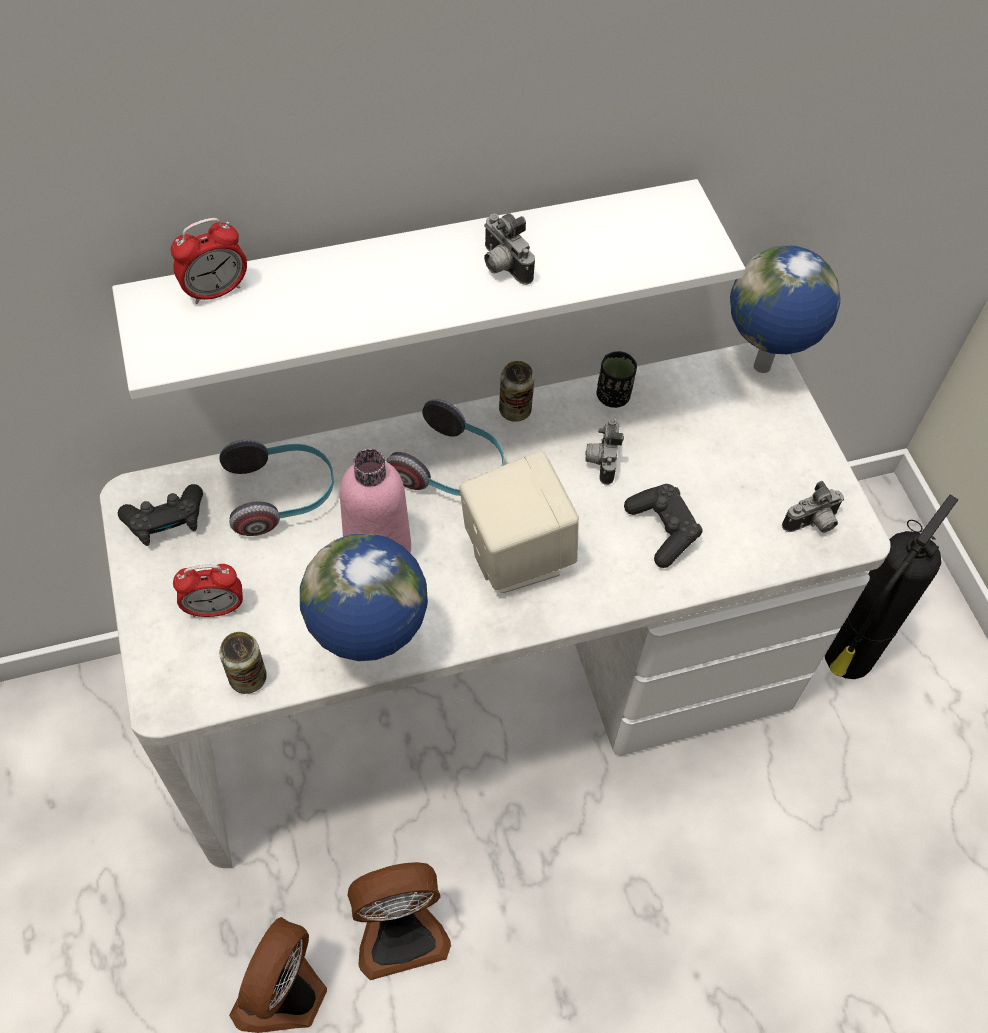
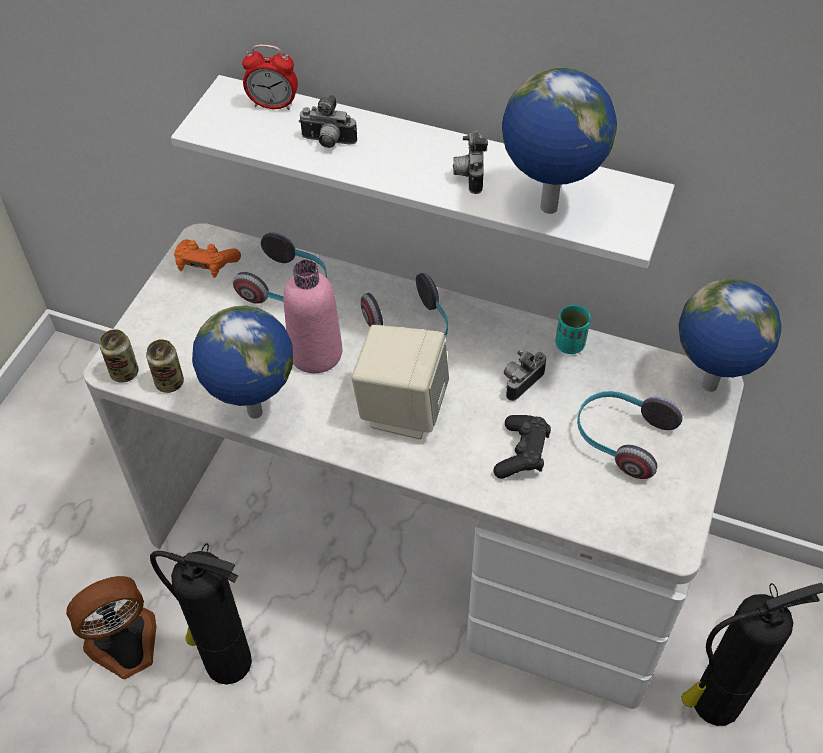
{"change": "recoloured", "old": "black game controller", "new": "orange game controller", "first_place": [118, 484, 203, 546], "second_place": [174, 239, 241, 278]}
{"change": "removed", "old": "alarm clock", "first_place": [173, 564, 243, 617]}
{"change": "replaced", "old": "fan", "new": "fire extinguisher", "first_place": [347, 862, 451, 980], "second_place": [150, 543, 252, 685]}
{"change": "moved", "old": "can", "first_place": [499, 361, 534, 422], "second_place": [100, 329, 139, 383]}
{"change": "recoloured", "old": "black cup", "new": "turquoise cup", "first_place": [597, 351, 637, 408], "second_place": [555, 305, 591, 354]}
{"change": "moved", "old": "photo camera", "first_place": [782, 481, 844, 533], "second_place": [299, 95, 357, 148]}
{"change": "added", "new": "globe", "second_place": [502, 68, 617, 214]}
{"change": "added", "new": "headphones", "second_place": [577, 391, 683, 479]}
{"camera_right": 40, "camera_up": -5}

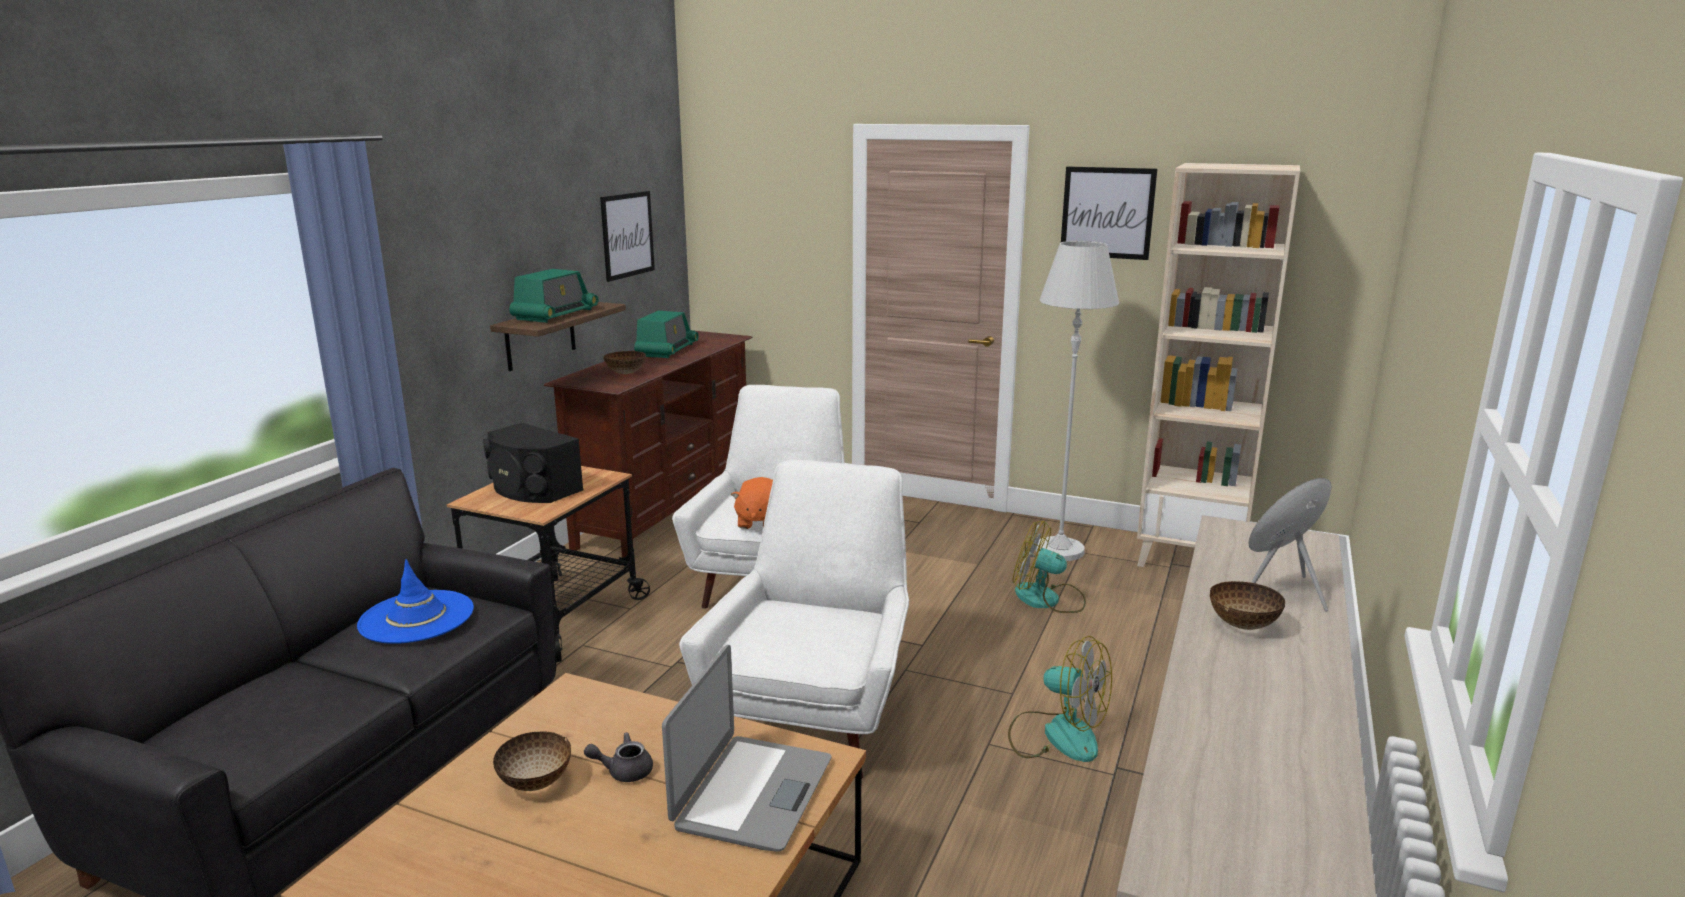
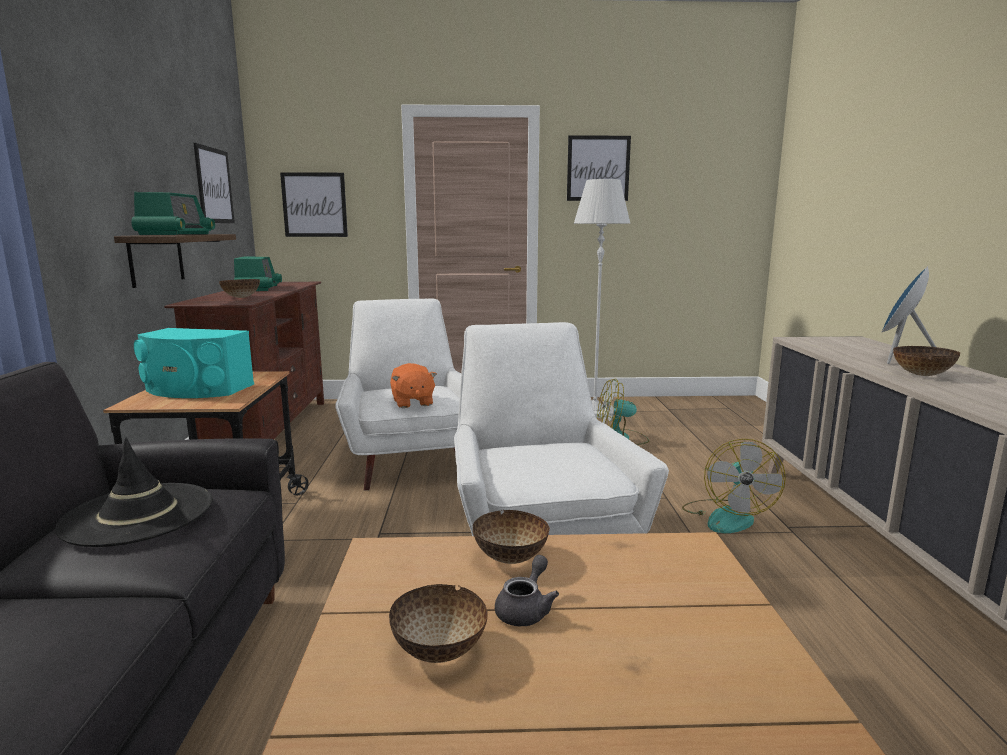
{"change": "recoloured", "old": "blue hat", "new": "black hat", "first_place": [357, 559, 474, 644], "second_place": [55, 438, 213, 547]}
{"change": "recoloured", "old": "black speaker", "new": "turquoise speaker", "first_place": [483, 423, 583, 503], "second_place": [134, 328, 254, 398]}
{"change": "turned", "old": "grey teapot", "first_place": [584, 732, 653, 782], "second_place": [495, 555, 559, 626], "degrees": 150}
{"change": "removed", "old": "laptop", "first_place": [662, 645, 831, 852]}
{"change": "turned", "old": "fan", "first_place": [1008, 636, 1112, 762], "second_place": [682, 439, 786, 533], "degrees": 90}
{"change": "removed", "old": "beige bookcase", "first_place": [1137, 163, 1300, 567]}
{"change": "added", "new": "picture", "second_place": [280, 172, 348, 237]}
{"change": "added", "new": "bowl", "second_place": [473, 510, 550, 564]}
{"camera_right": -25, "camera_up": -5}

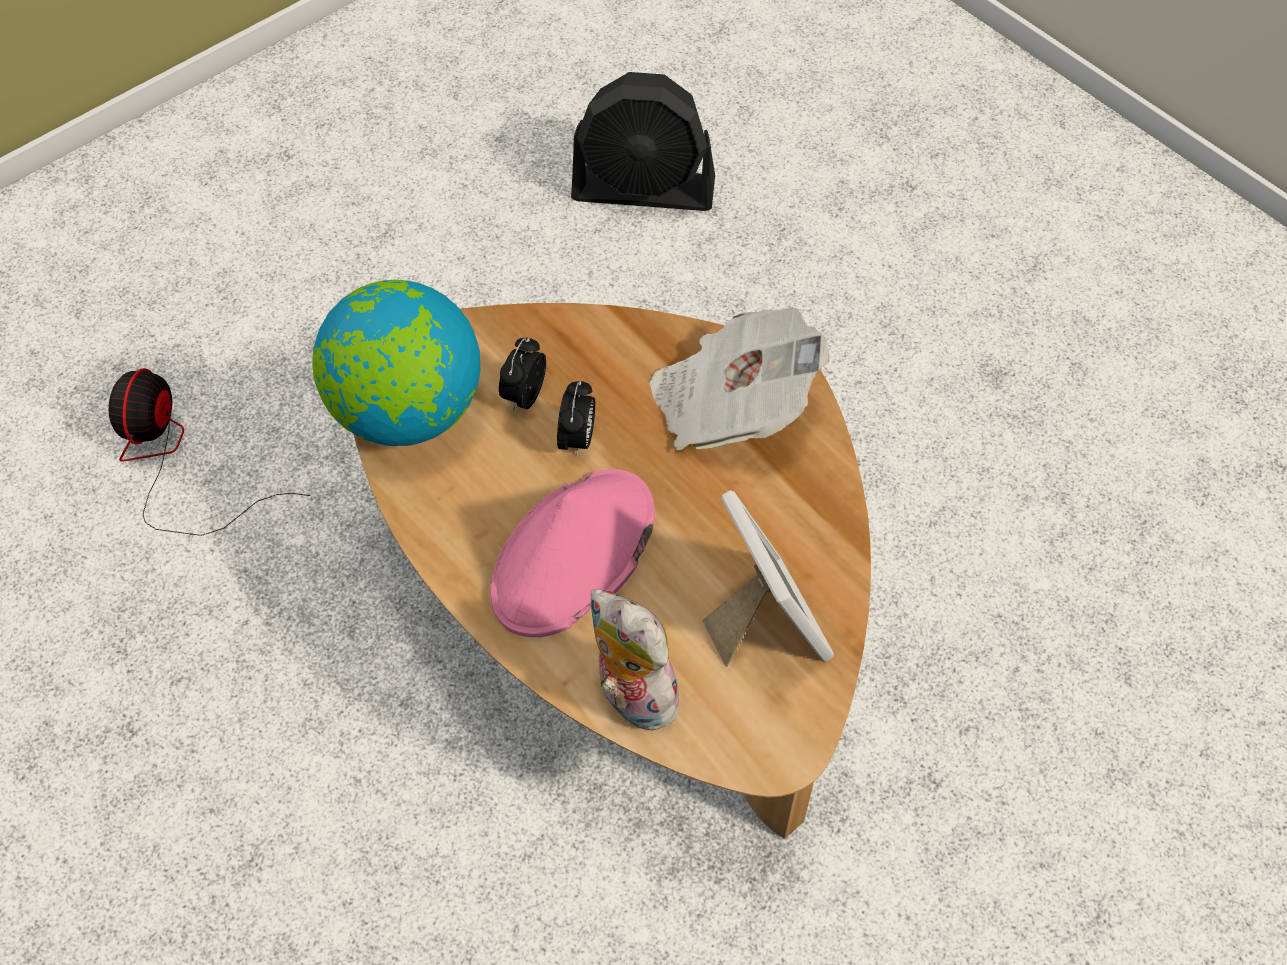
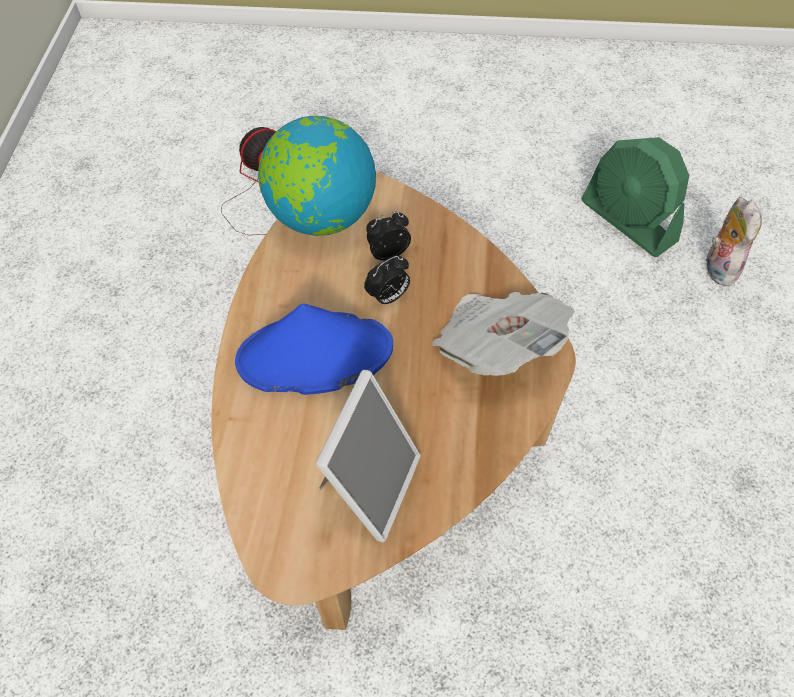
{"change": "recoloured", "old": "pink hat", "new": "blue hat", "first_place": [490, 469, 655, 637], "second_place": [235, 304, 393, 395]}
{"change": "recoloured", "old": "black fan", "new": "green fan", "first_place": [571, 72, 715, 211], "second_place": [582, 137, 689, 257]}
{"change": "moved", "old": "plush toy", "first_place": [590, 589, 686, 731], "second_place": [706, 197, 762, 286]}
{"camera_right": 45, "camera_up": 0}

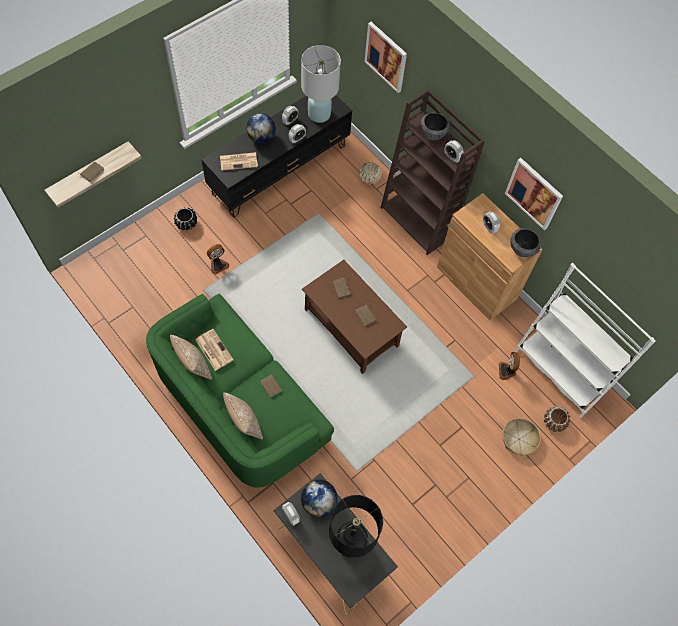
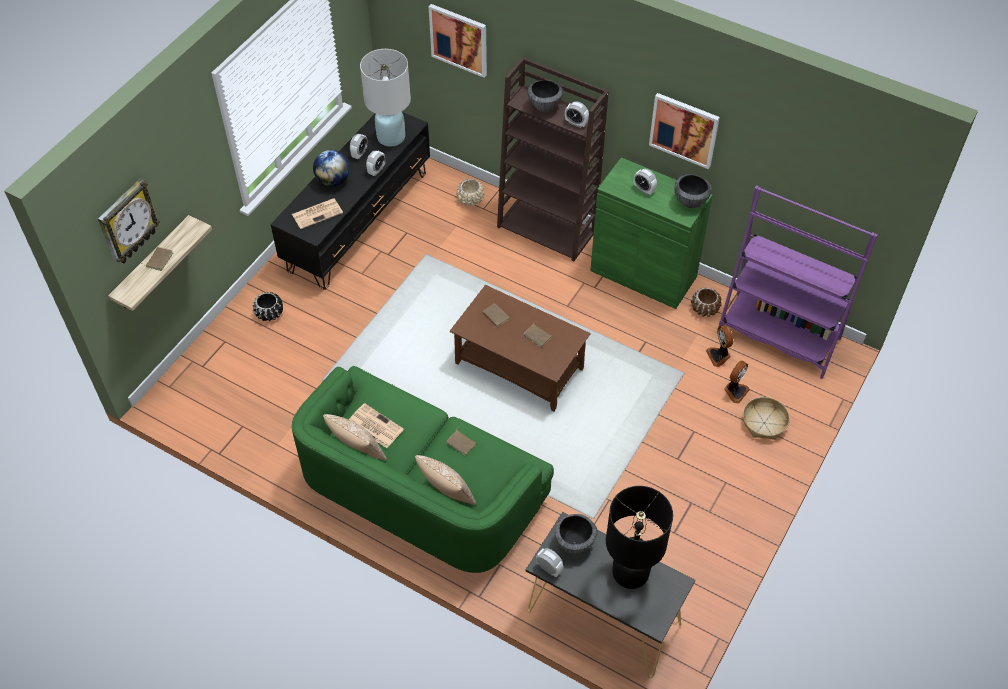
{"change": "moved", "old": "fan", "first_place": [207, 244, 229, 274], "second_place": [724, 361, 750, 403]}
{"change": "replaced", "old": "globe", "new": "bowl", "first_place": [301, 479, 337, 517], "second_place": [555, 514, 598, 553]}
{"change": "recoloured", "old": "brown cabinet", "new": "green cabinet", "first_place": [437, 193, 543, 320], "second_place": [590, 157, 713, 309]}
{"change": "recoloured", "old": "white bookcase", "new": "purple bookcase", "first_place": [514, 263, 656, 418], "second_place": [719, 185, 878, 379]}
{"change": "moved", "old": "brown planter", "first_place": [544, 406, 570, 432], "second_place": [691, 287, 722, 317]}
{"change": "added", "new": "wall clock", "second_place": [98, 178, 160, 264]}
{"camera_right": -15, "camera_up": -10}

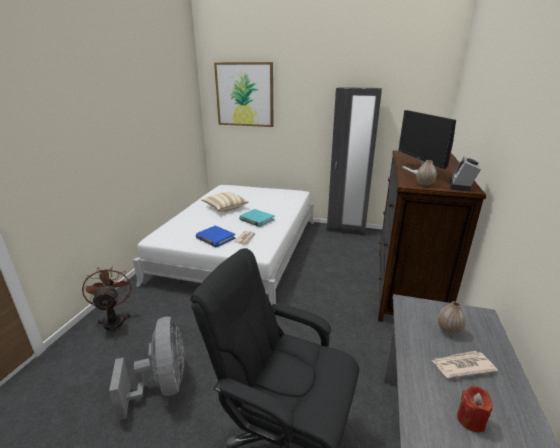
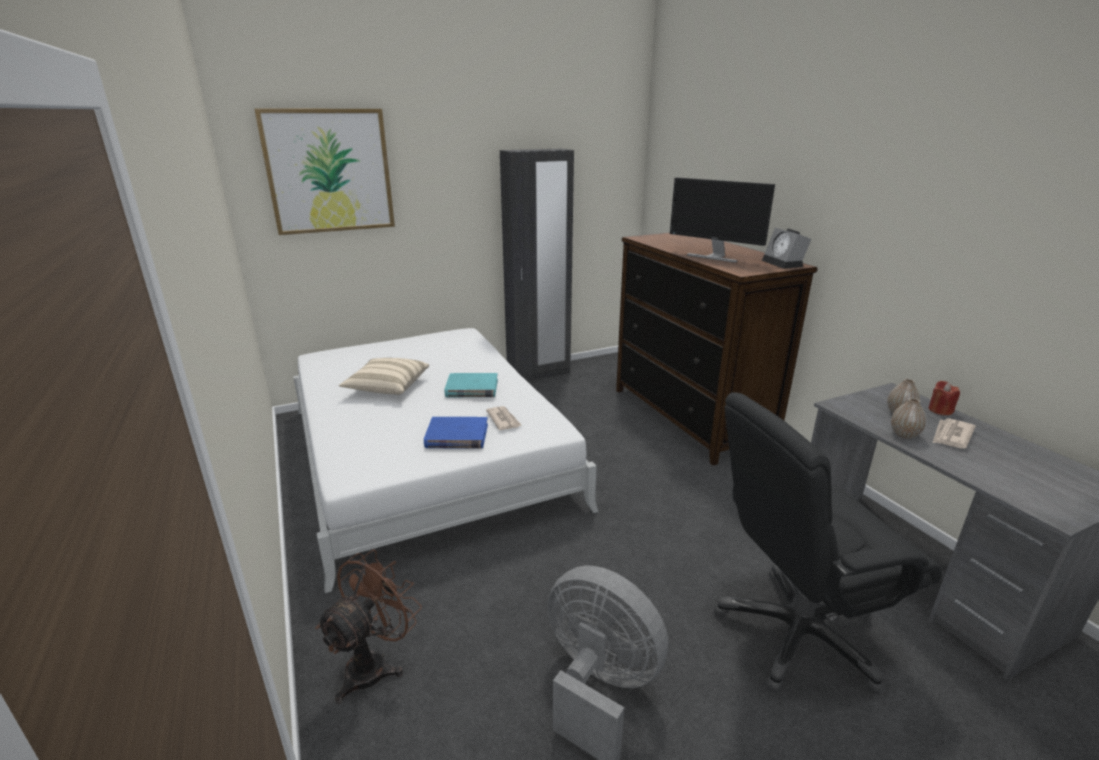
{"change": "turned", "old": "brown fan", "first_place": [82, 266, 131, 337], "second_place": [315, 550, 422, 704], "degrees": 90}
{"change": "moved", "old": "vase", "first_place": [417, 160, 437, 186], "second_place": [891, 398, 926, 439]}
{"change": "moved", "old": "red candle", "first_place": [457, 386, 493, 432], "second_place": [928, 381, 960, 415]}
{"camera_right": -40, "camera_up": 0}

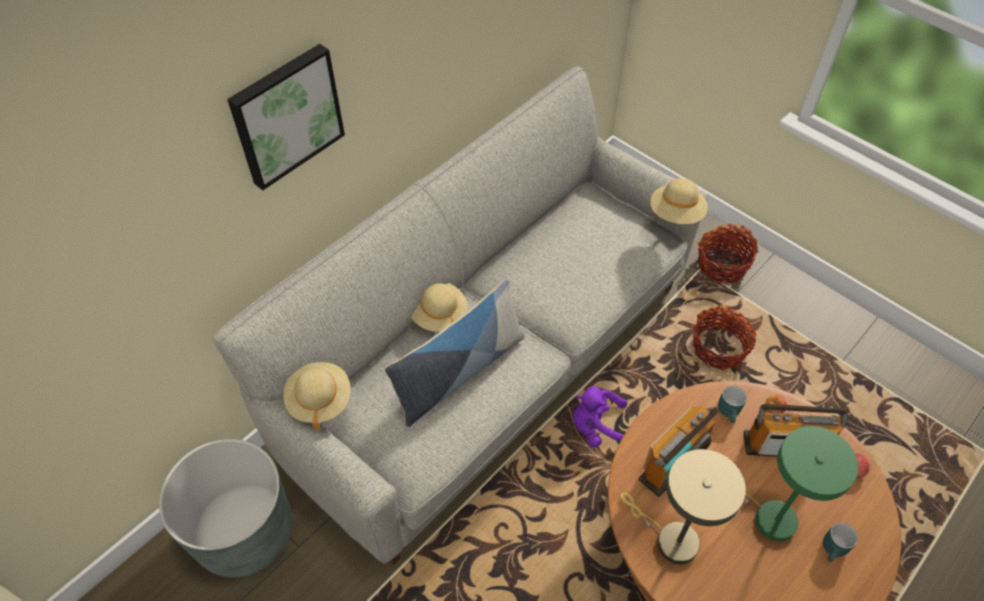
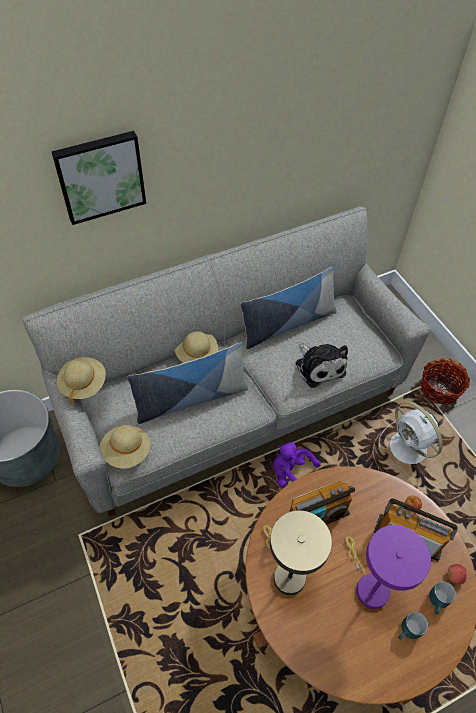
{"change": "moved", "old": "beige hat", "first_place": [650, 178, 708, 224], "second_place": [99, 425, 151, 468]}
{"change": "replaced", "old": "basket", "new": "white fan", "first_place": [693, 305, 756, 370], "second_place": [379, 401, 443, 464]}
{"change": "moved", "old": "turquoise mug", "first_place": [718, 385, 747, 423], "second_place": [429, 581, 456, 615]}
{"change": "recoloured", "old": "green table lamp", "new": "purple table lamp", "first_place": [745, 426, 858, 541], "second_place": [346, 525, 431, 609]}
{"change": "added", "new": "pillow", "second_place": [240, 267, 337, 349]}
{"change": "added", "new": "plush toy", "second_place": [296, 343, 348, 388]}
{"camera_right": 20, "camera_up": 0}

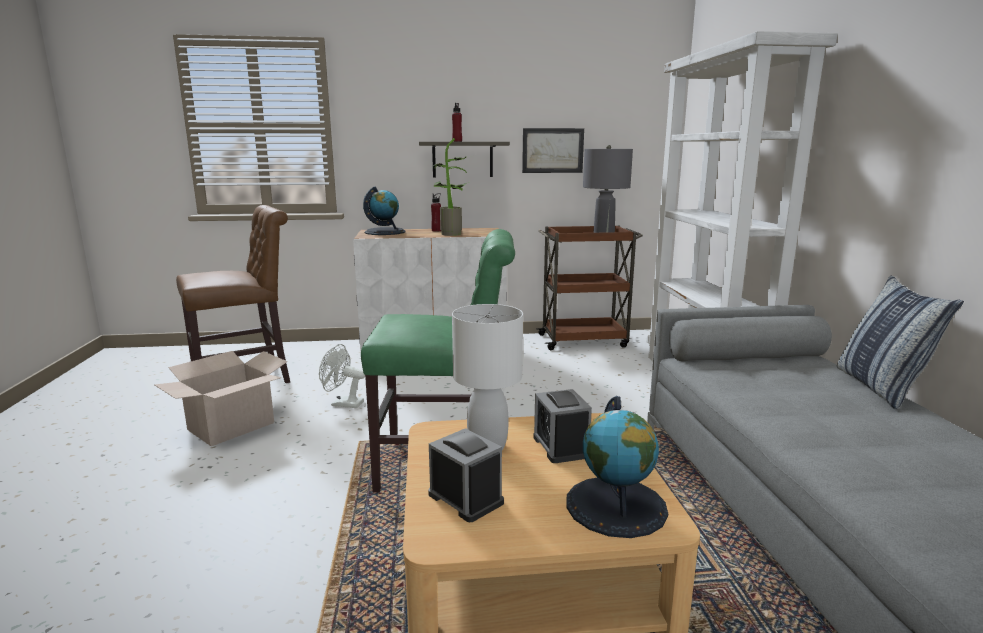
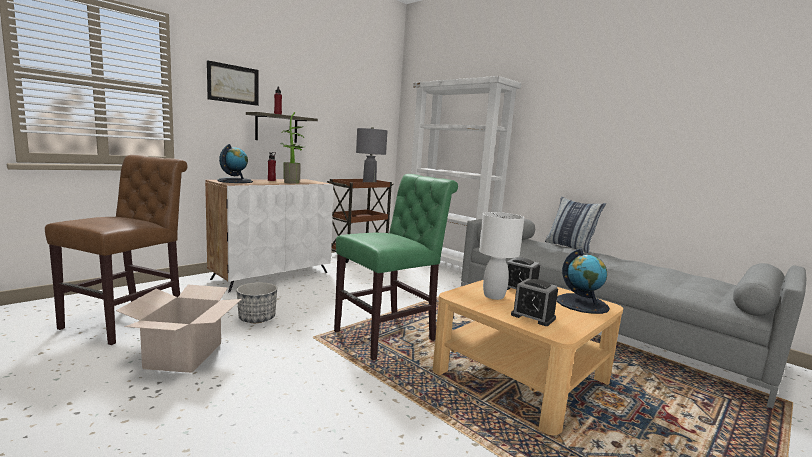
{"change": "replaced", "old": "white fan", "new": "planter", "first_place": [319, 344, 365, 408], "second_place": [236, 282, 277, 323]}
{"change": "turned", "old": "alarm clock", "first_place": [428, 428, 504, 522], "second_place": [511, 279, 558, 326], "degrees": -150}
{"change": "moved", "old": "picture", "first_place": [522, 128, 584, 173], "second_place": [207, 60, 259, 106]}
{"camera_right": -40, "camera_up": -5}

